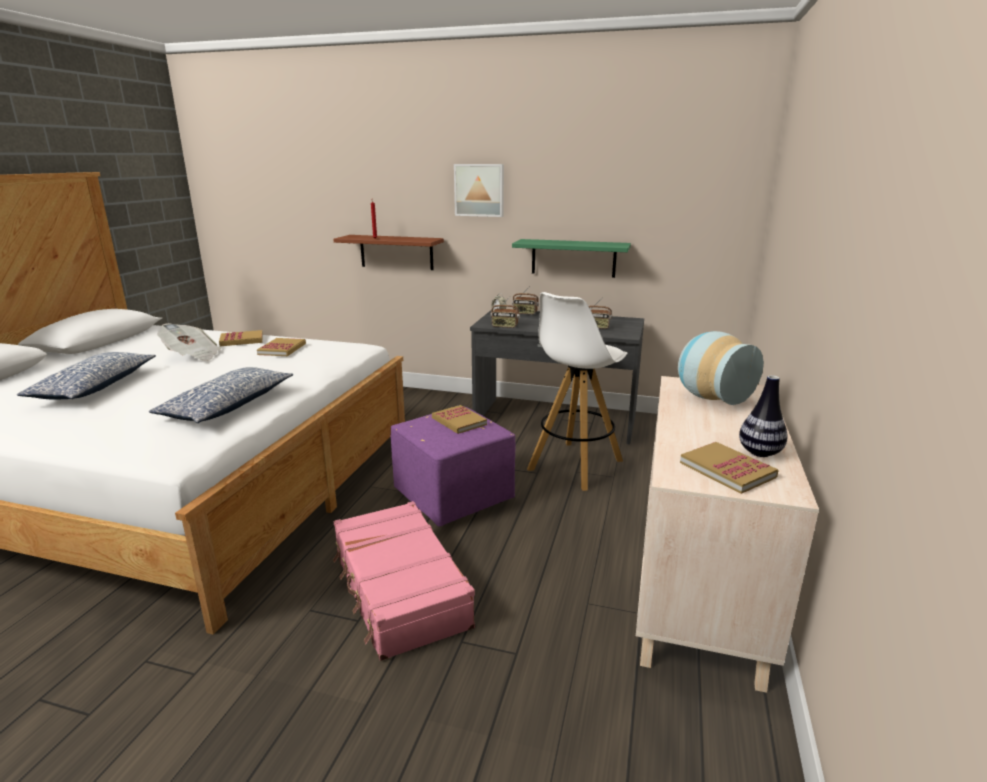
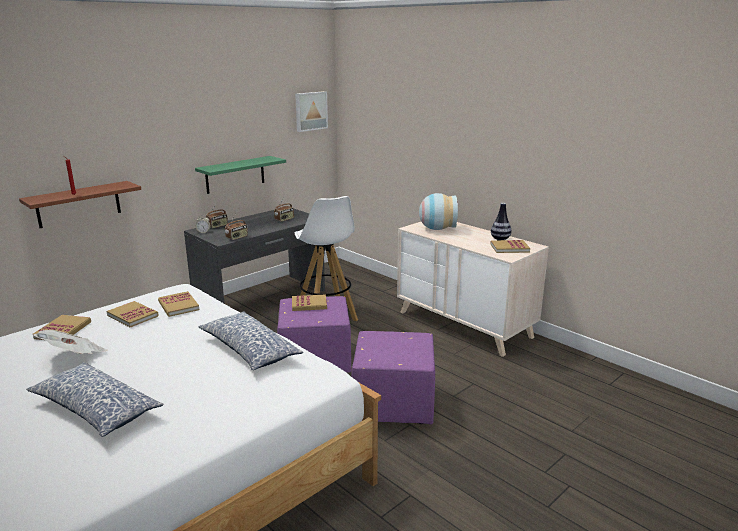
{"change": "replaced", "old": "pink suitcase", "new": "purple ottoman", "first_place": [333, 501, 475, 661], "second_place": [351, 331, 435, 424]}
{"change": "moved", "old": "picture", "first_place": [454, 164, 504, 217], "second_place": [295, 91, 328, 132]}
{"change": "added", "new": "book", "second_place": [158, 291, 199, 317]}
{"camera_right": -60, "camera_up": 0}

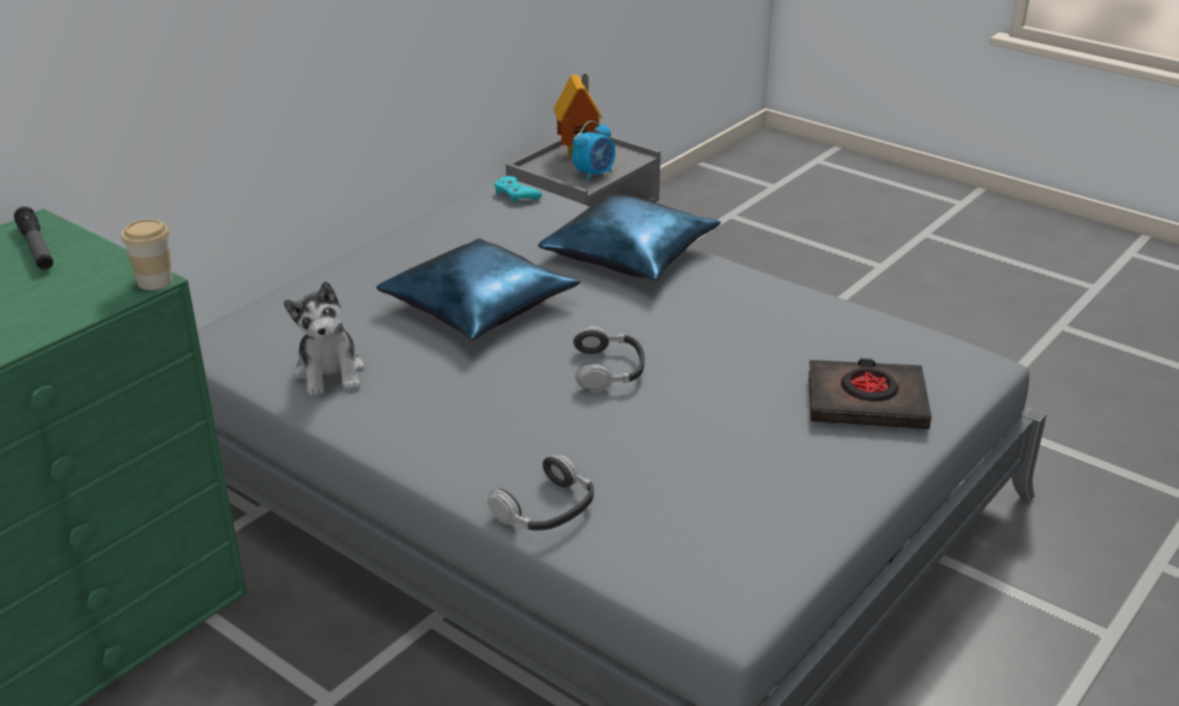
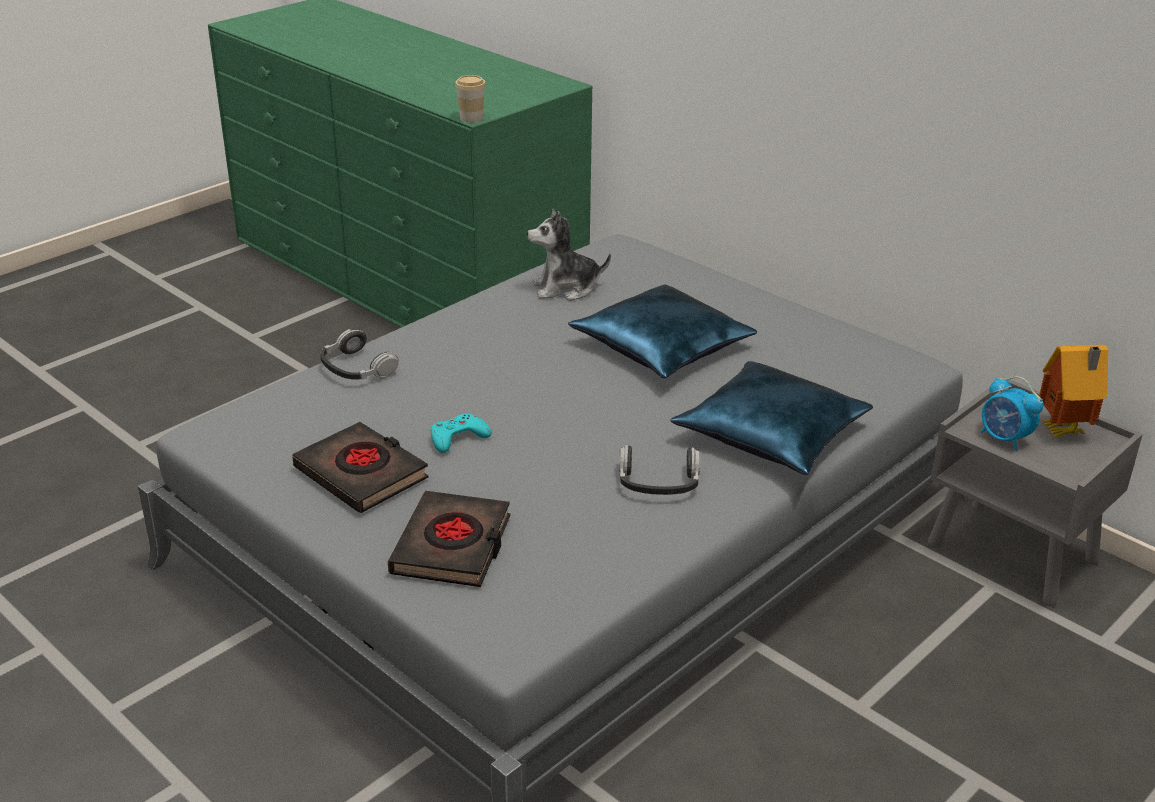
{"change": "removed", "old": "flashlight", "first_place": [14, 207, 53, 270]}
{"change": "moved", "old": "turquoise game controller", "first_place": [494, 176, 542, 203], "second_place": [431, 414, 491, 453]}
{"change": "moved", "old": "headphones", "first_place": [573, 326, 645, 392], "second_place": [619, 445, 700, 495]}
{"change": "added", "new": "black book", "second_place": [292, 422, 428, 513]}
{"camera_right": 95, "camera_up": 0}

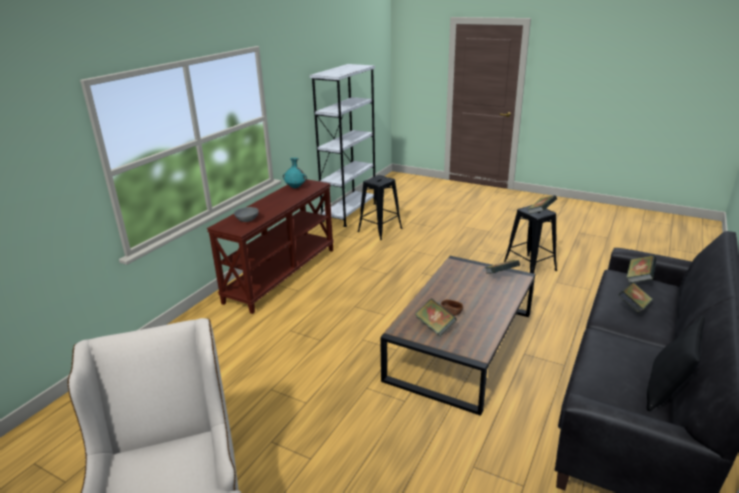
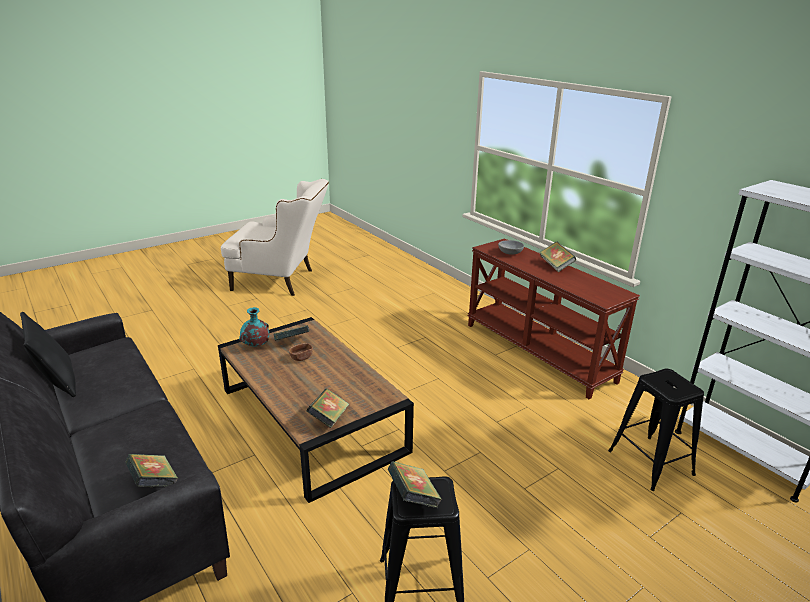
{"change": "moved", "old": "turquoise vase", "first_place": [283, 158, 307, 189], "second_place": [239, 307, 269, 347]}
{"change": "moved", "old": "book", "first_place": [618, 282, 652, 313], "second_place": [539, 241, 576, 272]}
{"camera_right": 115, "camera_up": 0}

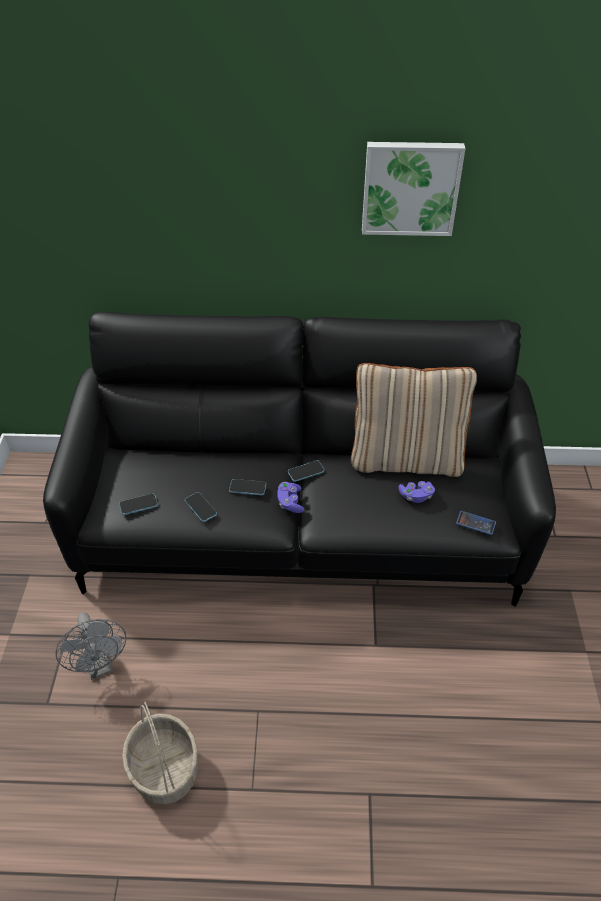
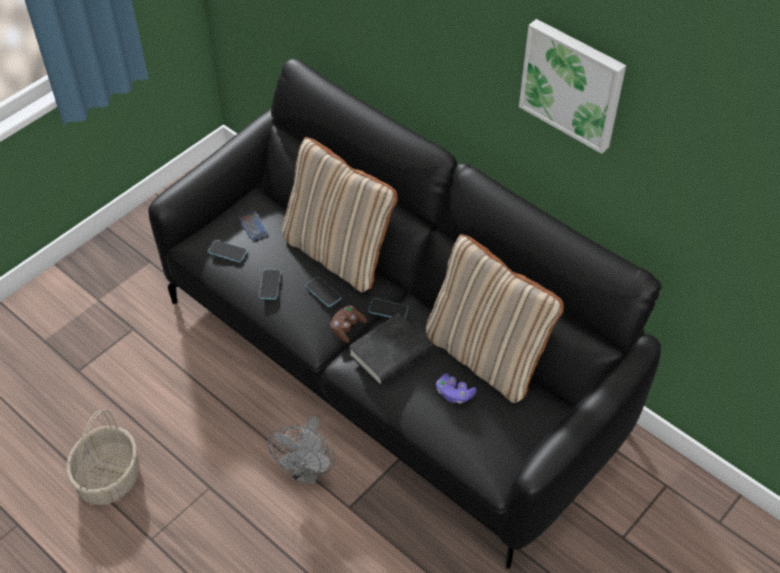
{"change": "moved", "old": "grey fan", "first_place": [55, 612, 126, 680], "second_place": [268, 416, 335, 485]}
{"change": "recoloured", "old": "purple game controller", "new": "brown game controller", "first_place": [277, 482, 304, 513], "second_place": [330, 305, 367, 343]}
{"change": "moved", "old": "phone", "first_place": [456, 511, 496, 535], "second_place": [238, 211, 268, 240]}
{"change": "added", "new": "beige pillow", "second_place": [282, 137, 397, 293]}
{"change": "added", "new": "black book", "second_place": [348, 313, 432, 387]}
{"camera_right": 40, "camera_up": 5}

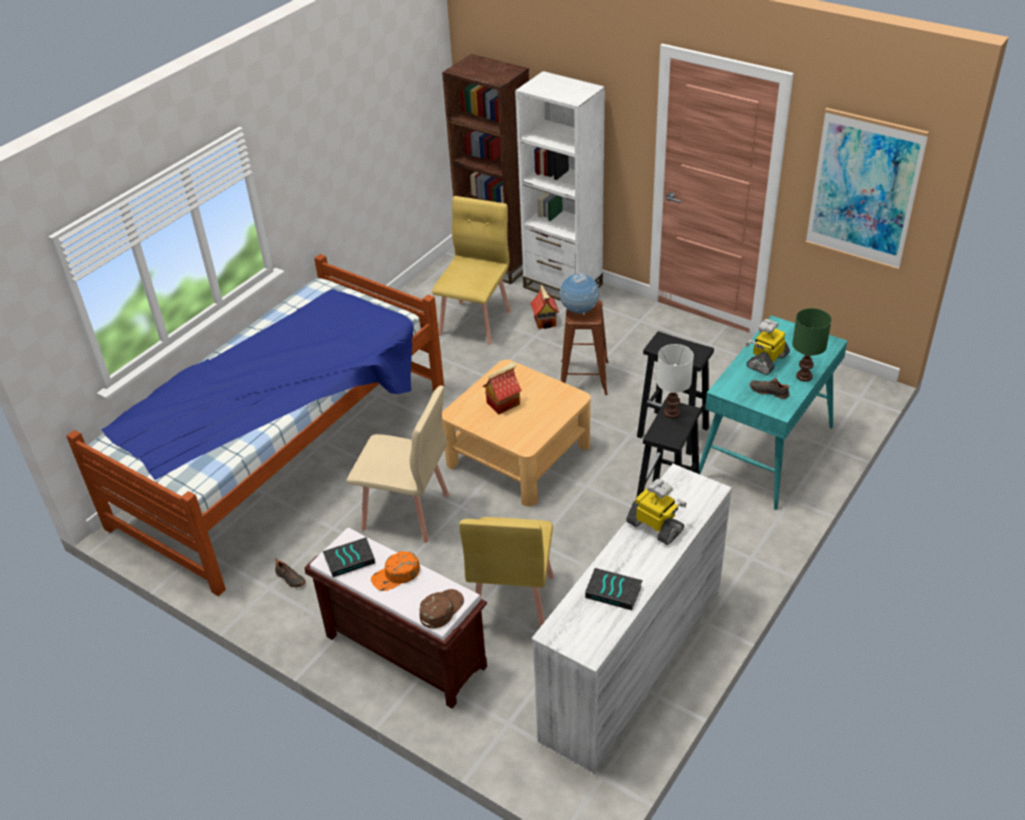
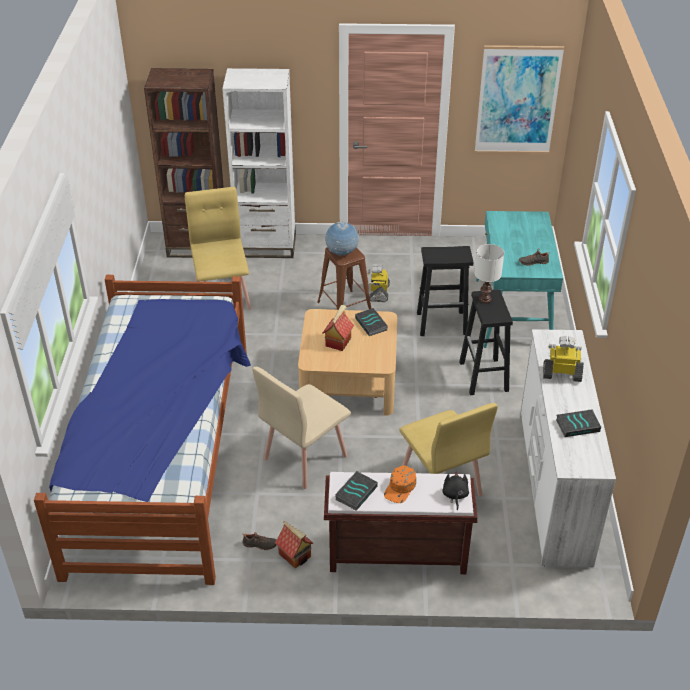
{"change": "turned", "old": "beige chair", "first_place": [346, 386, 450, 543], "second_place": [252, 367, 351, 489], "degrees": 150}
{"change": "replaced", "old": "brown cap", "new": "black plush toy", "first_place": [420, 589, 464, 628], "second_place": [442, 471, 469, 510]}
{"change": "moved", "old": "toy house", "first_place": [531, 285, 559, 329], "second_place": [275, 521, 313, 569]}
{"change": "moved", "old": "toy robot", "first_place": [745, 319, 790, 375], "second_place": [367, 264, 390, 302]}
{"change": "removed", "old": "green table lamp", "first_place": [792, 308, 832, 382]}
{"change": "added", "new": "book", "second_place": [355, 308, 388, 336]}
{"camera_right": -35, "camera_up": 0}

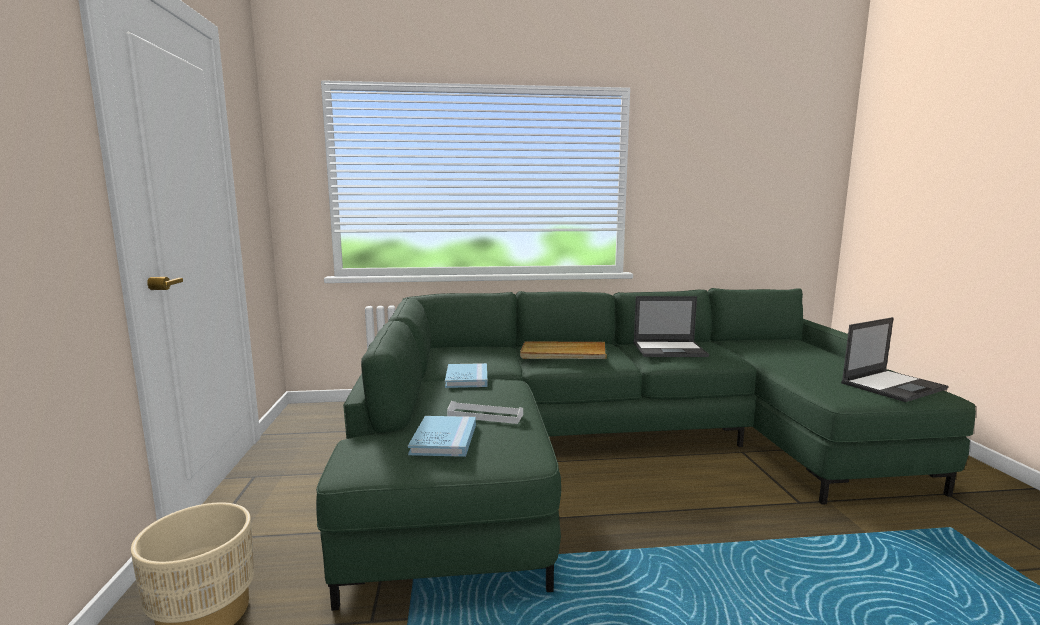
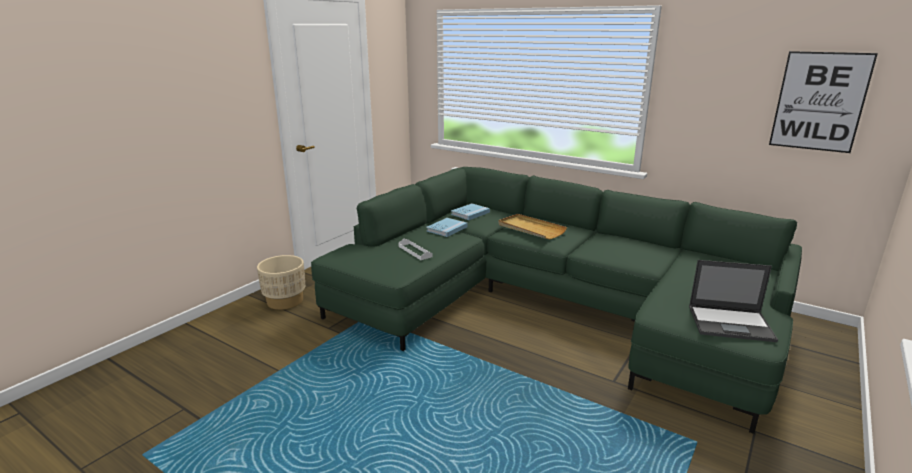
{"change": "moved", "old": "blue book", "first_place": [408, 416, 476, 457], "second_place": [451, 203, 490, 220]}
{"change": "removed", "old": "laptop", "first_place": [634, 296, 709, 357]}
{"change": "added", "new": "picture", "second_place": [769, 51, 878, 153]}
{"camera_right": 40, "camera_up": 10}

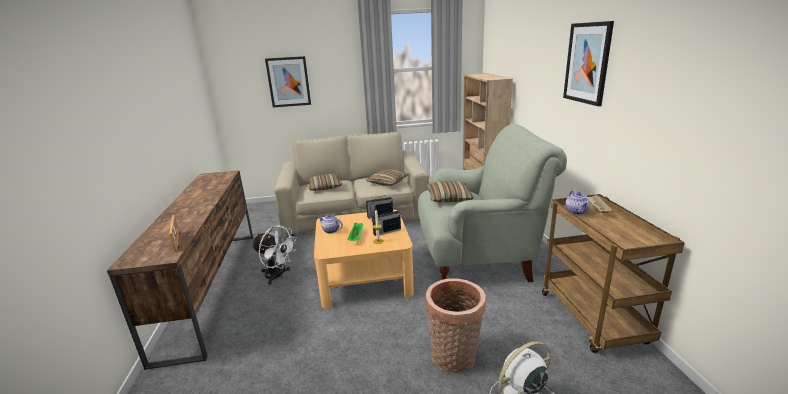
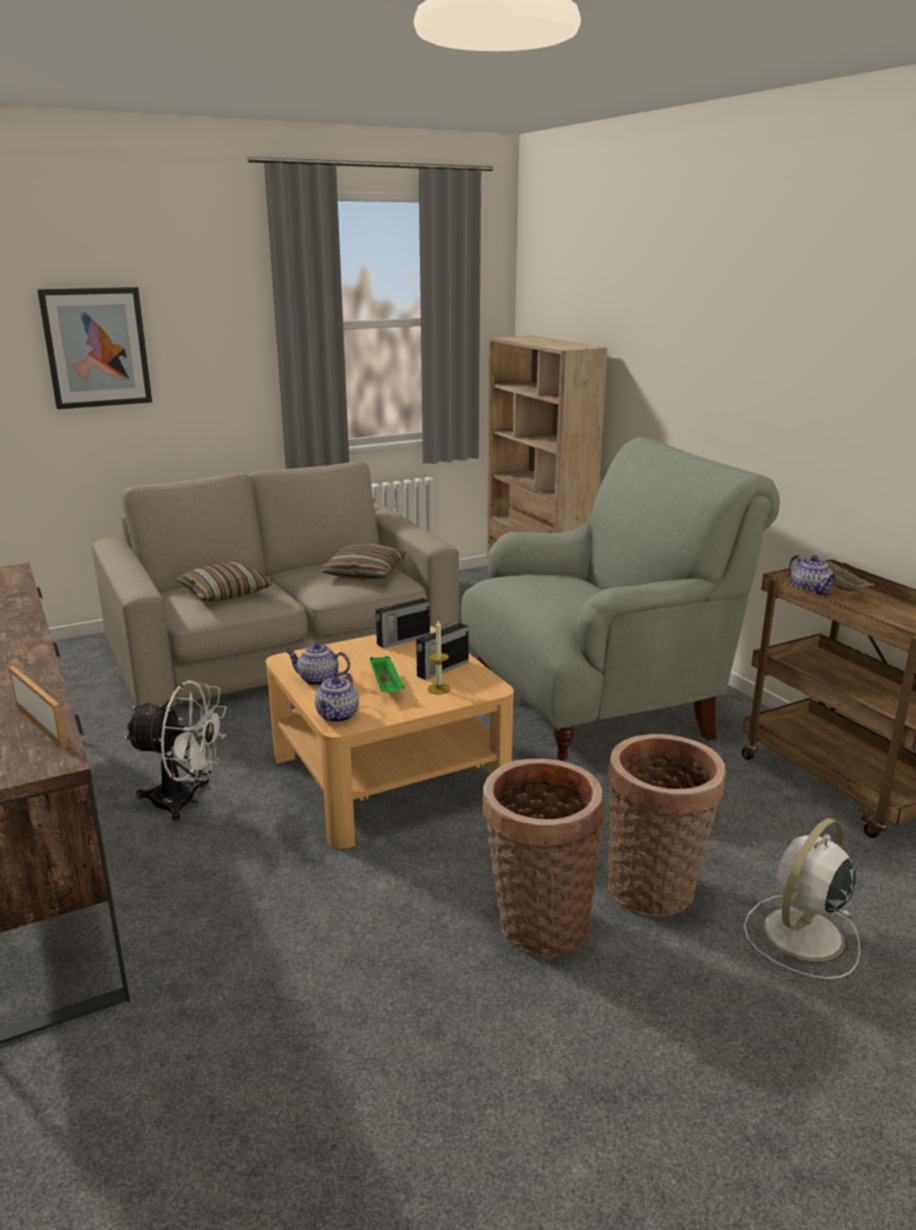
{"change": "removed", "old": "pillow", "first_place": [426, 181, 474, 203]}
{"change": "removed", "old": "picture", "first_place": [563, 21, 614, 106]}
{"change": "added", "new": "teapot", "second_place": [315, 673, 359, 722]}
{"change": "added", "new": "basket", "second_place": [483, 759, 604, 957]}
{"camera_right": -20, "camera_up": 0}

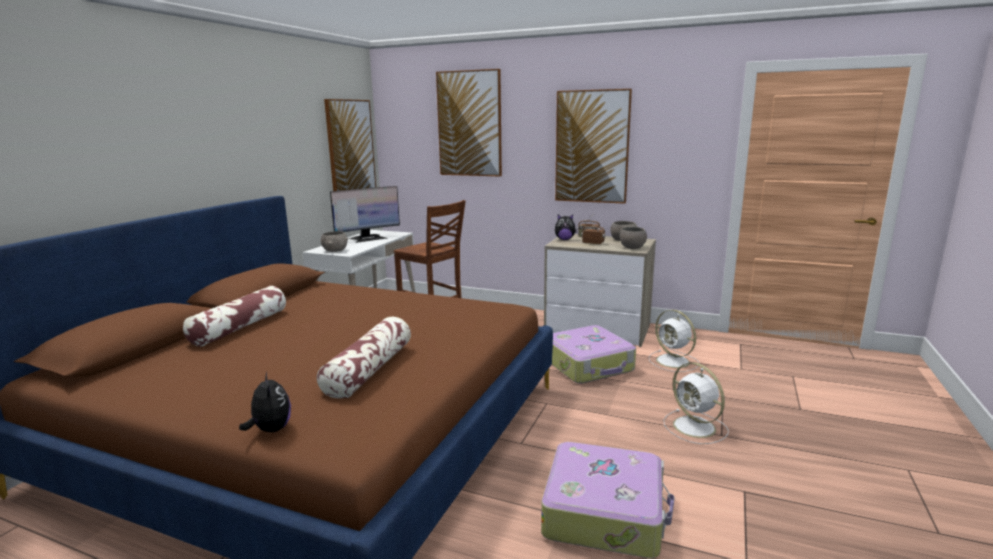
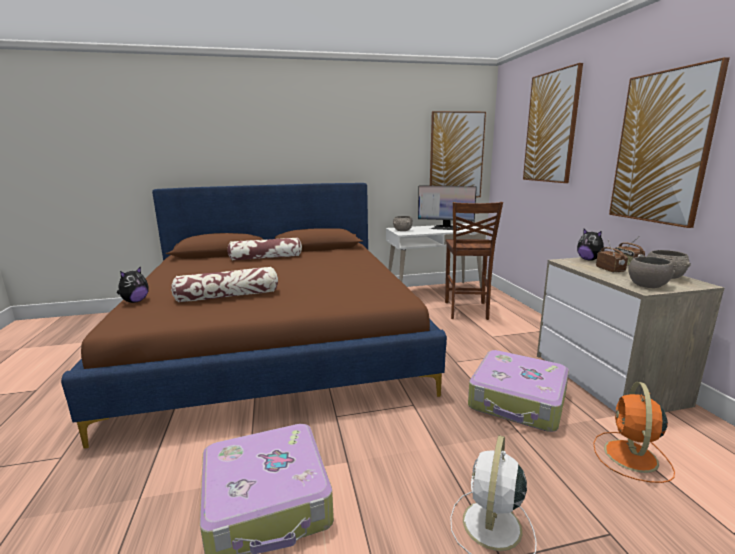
{"change": "recoloured", "old": "white fan", "new": "orange fan", "first_place": [648, 310, 700, 372], "second_place": [593, 382, 675, 483]}
{"camera_right": 55, "camera_up": 0}

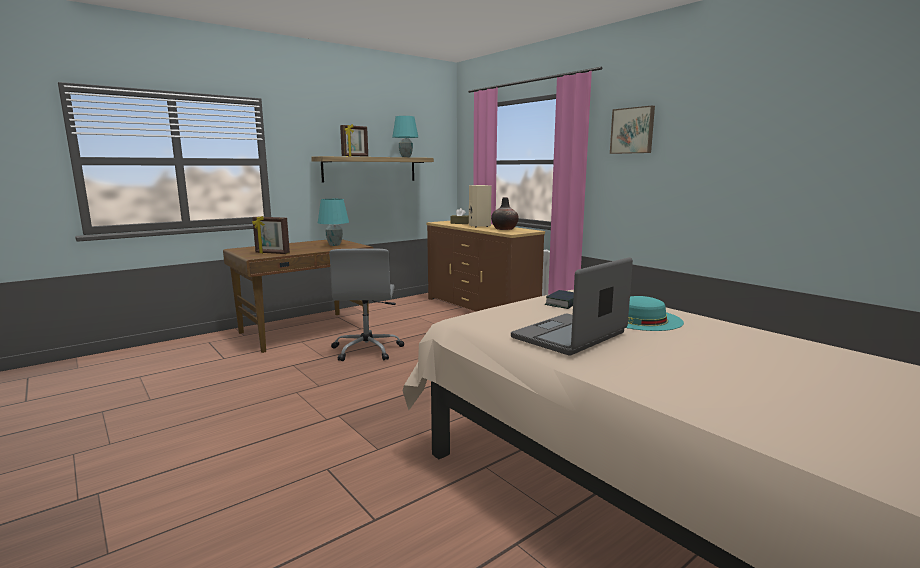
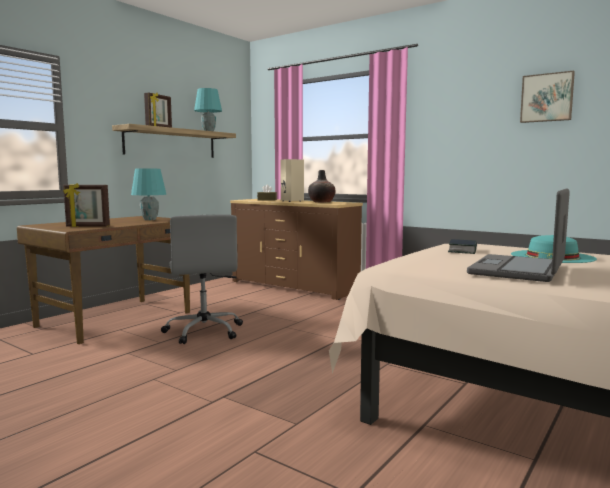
{"change": "moved", "old": "picture", "first_place": [610, 105, 655, 154], "second_place": [520, 71, 575, 123]}
{"camera_right": -15, "camera_up": -5}

